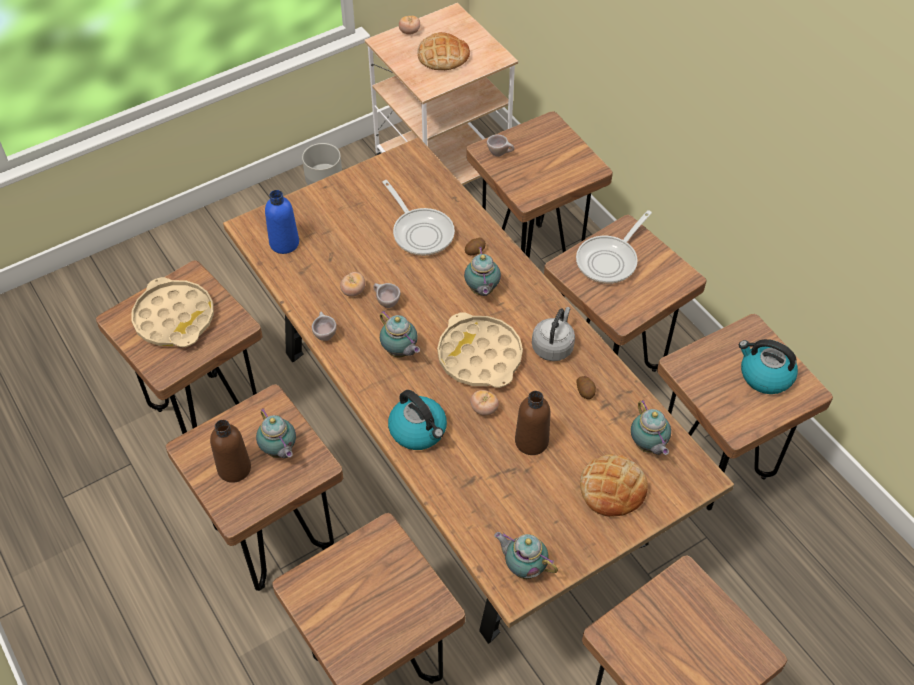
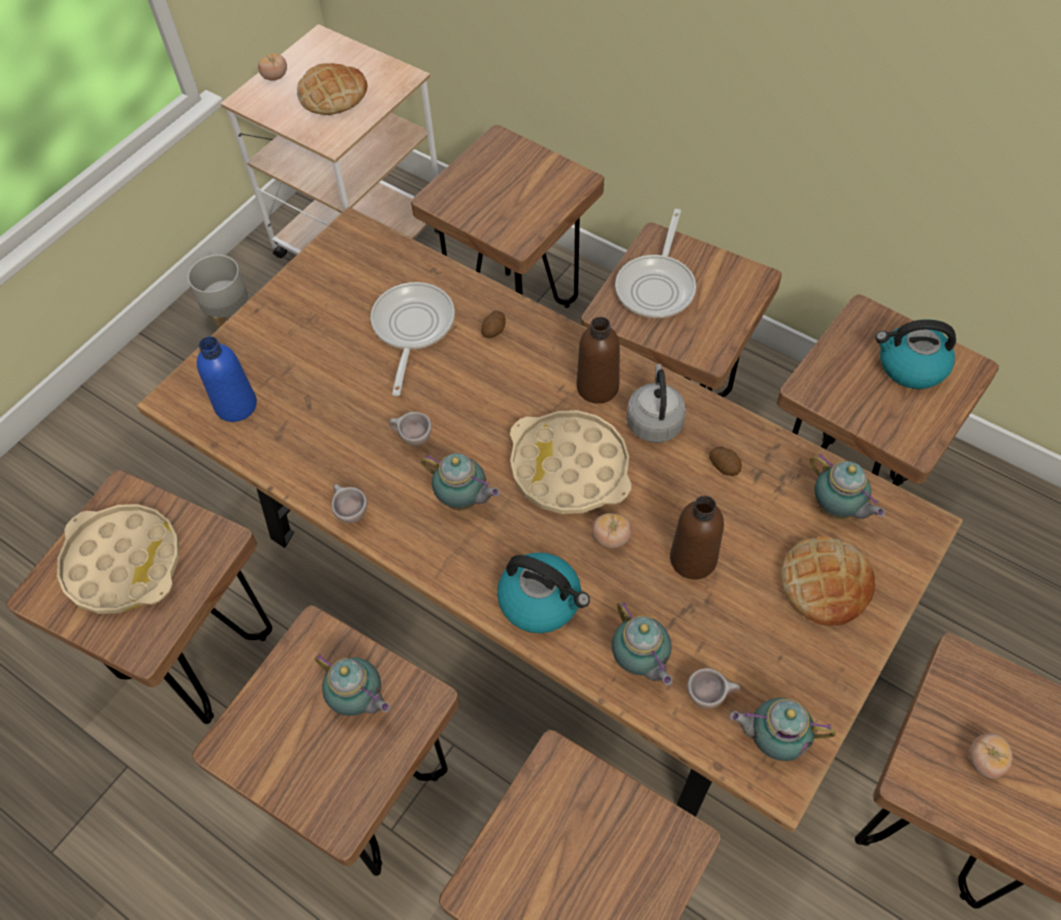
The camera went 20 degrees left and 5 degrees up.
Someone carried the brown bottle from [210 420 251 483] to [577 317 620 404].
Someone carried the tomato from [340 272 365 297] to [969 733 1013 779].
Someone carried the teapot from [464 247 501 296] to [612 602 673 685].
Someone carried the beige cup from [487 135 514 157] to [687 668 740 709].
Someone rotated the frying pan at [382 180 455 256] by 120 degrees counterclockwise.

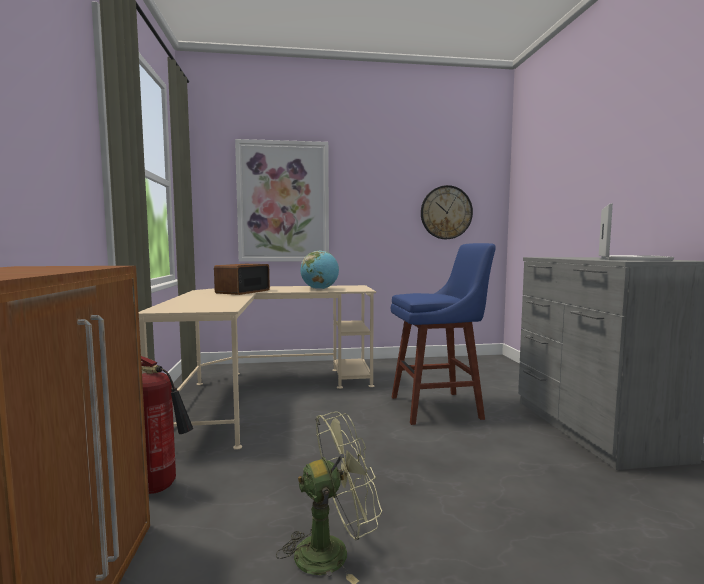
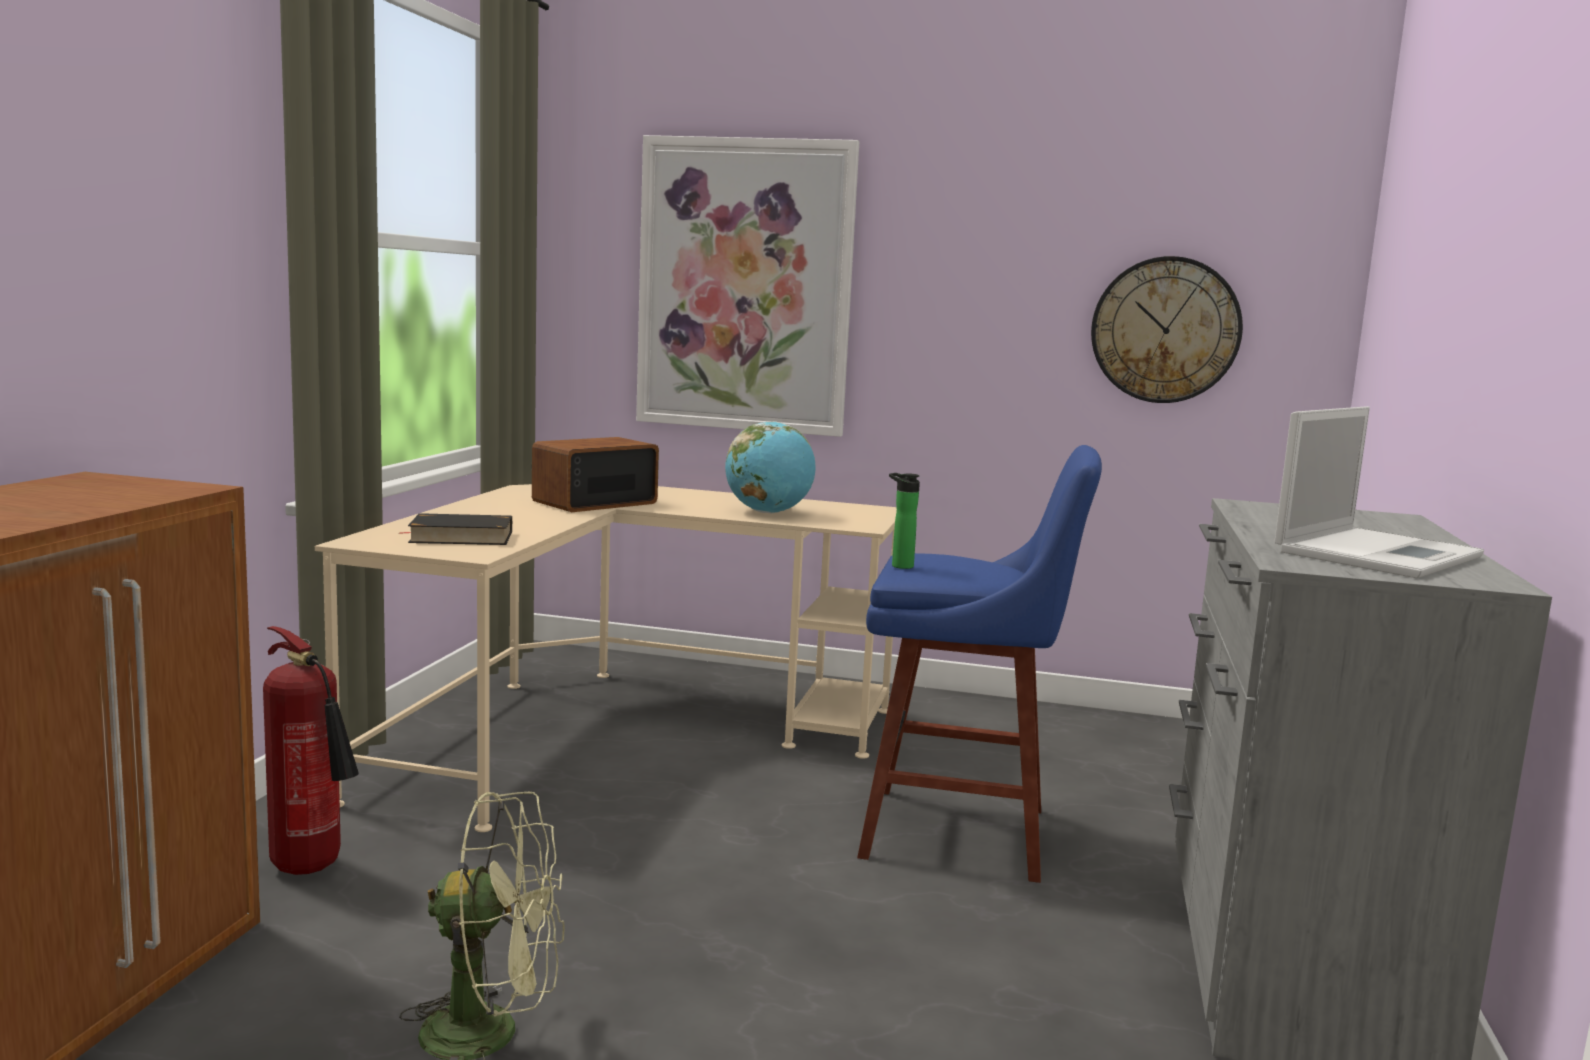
The camera went 20 degrees right and 5 degrees up.
Someone put down the black book at [400 513 512 545].
Someone put down the bottle at [889 473 920 569].

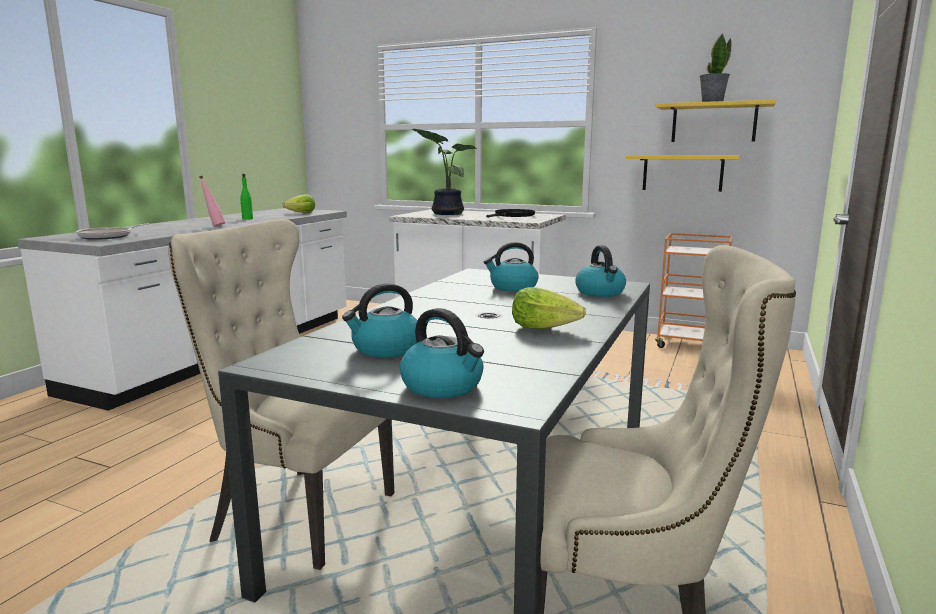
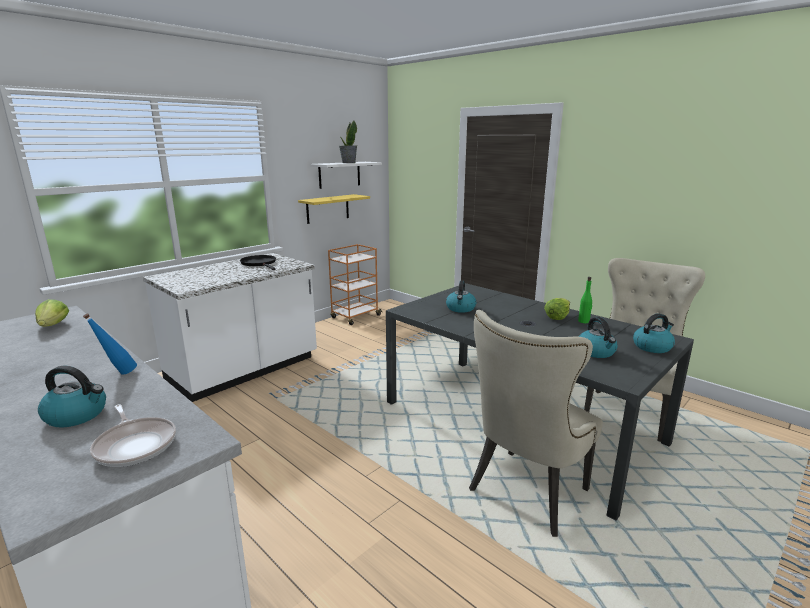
The camera went 70 degrees left and 5 degrees up.
Someone took away the potted plant at [411 128 477 215].
Someone carried the green bottle from [240 174 253 220] to [578 277 592 323].
Someone carried the kettle from [575 245 626 297] to [38 366 106 427].
Someone repainted the pink bottle at [199 176 226 226], which became the blue bottle at [83 313 137 375].
Someone repainted the yellow shelf at [655 100 776 142], which became the white shelf at [311 162 382 189].

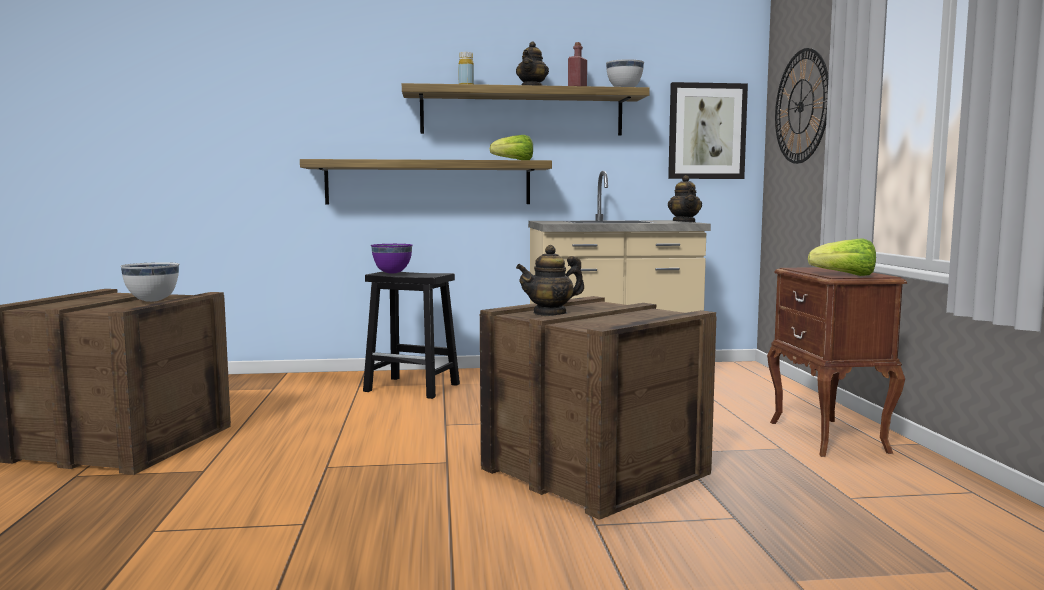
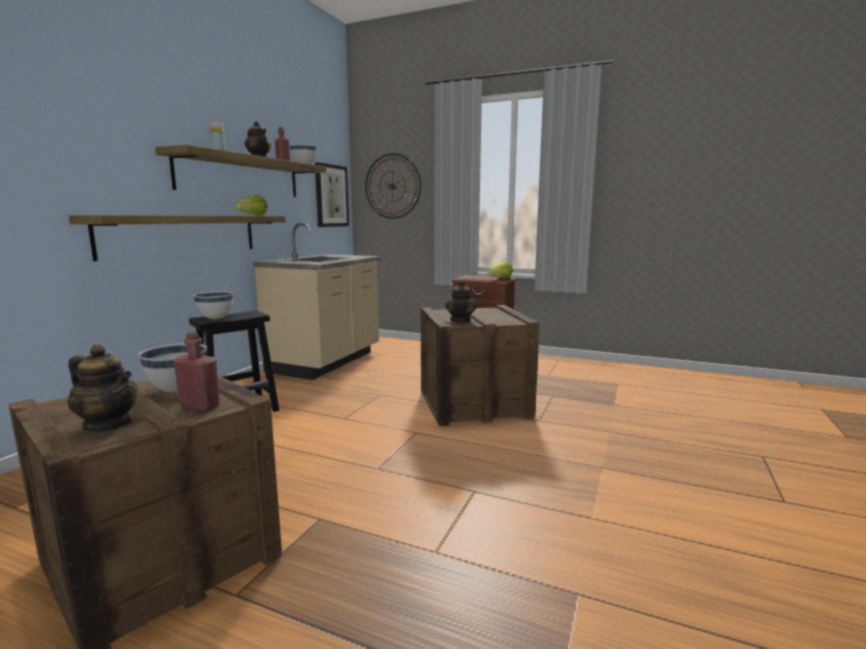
The camera went 60 degrees left and 5 degrees up.
Someone put down the red bottle at [174 332 220 412].
Someone carried the teapot from [668 175 702 223] to [68 344 138 432].
Someone repainted the purple bowl at [371 244 412 274], which became the white bowl at [193 291 233 319].

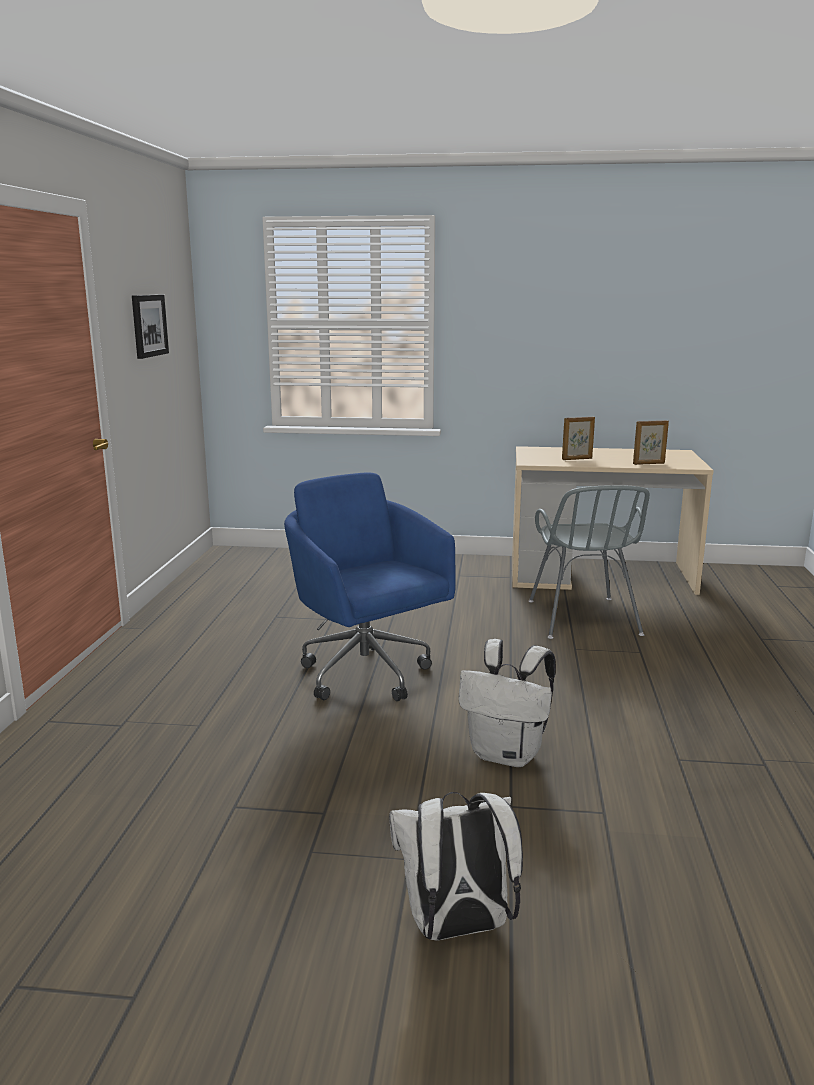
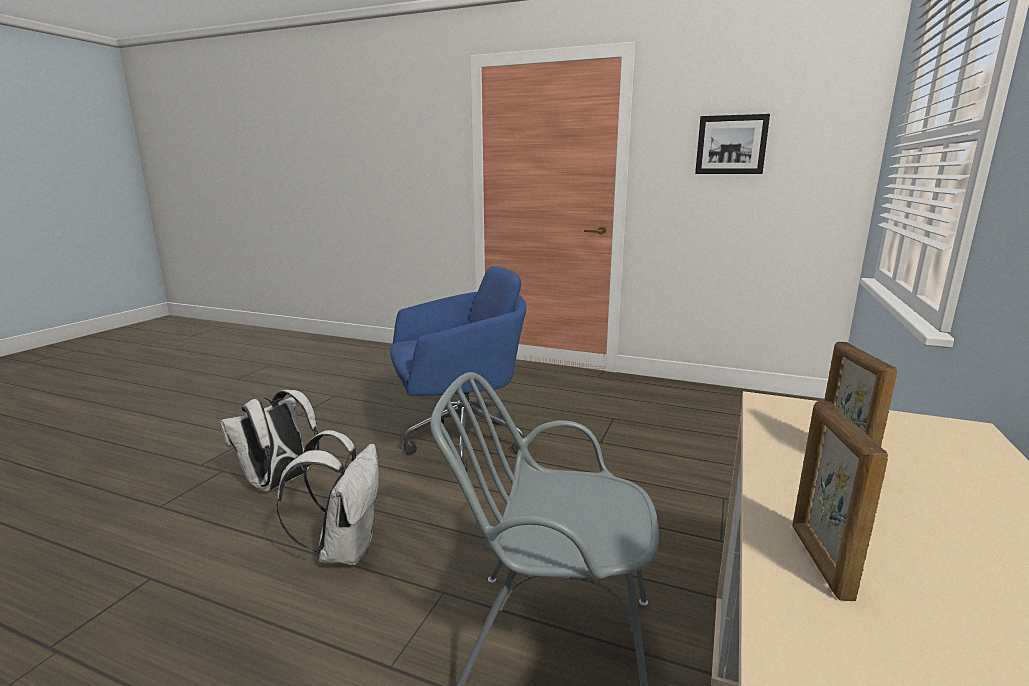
The camera went 105 degrees right and 0 degrees up.
Someone carried the white backpack from [389 792 523 940] to [276 430 379 565].

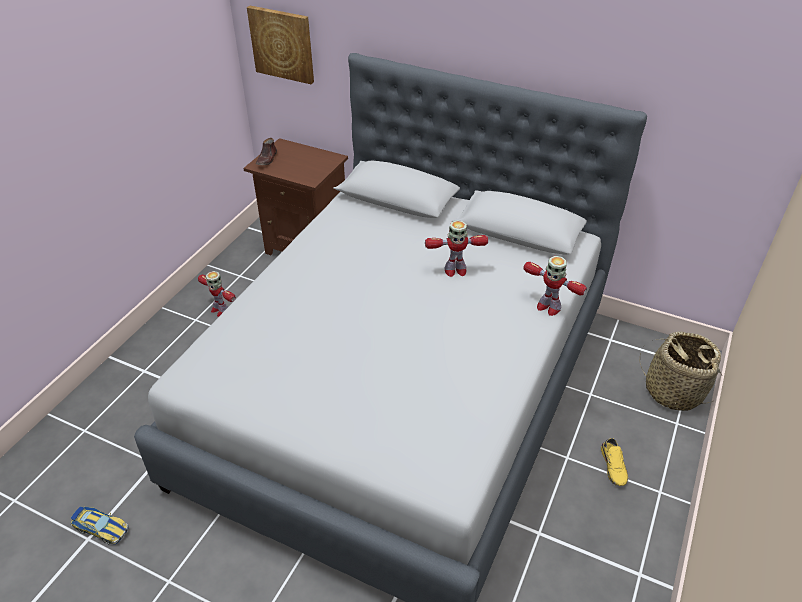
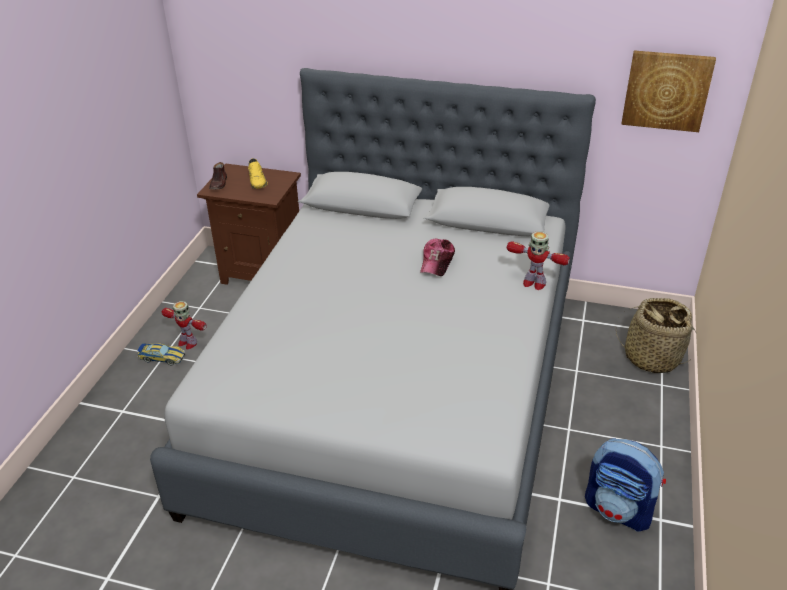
The camera went 10 degrees left and 5 degrees down.
Someone put down the backpack at [585 438 666 532].
Someone carried the toy car from [71 506 129 545] to [137 343 185 366].
Someone carried the picture from [247 6 314 84] to [621 50 716 132].
Someone carried the yellow shoe from [601 438 628 486] to [248 158 268 189].
Someone swapped the toy robot at [425 220 488 277] for the cap at [420 239 455 276].

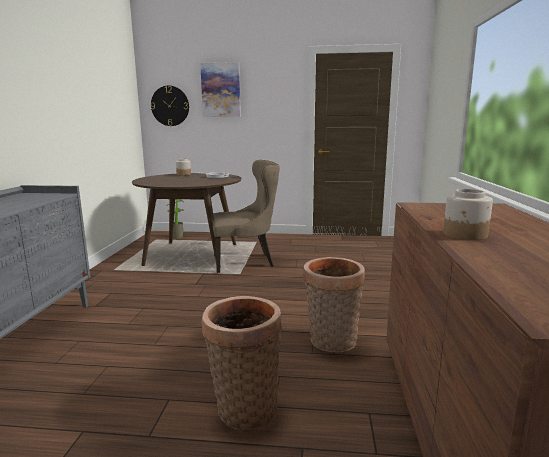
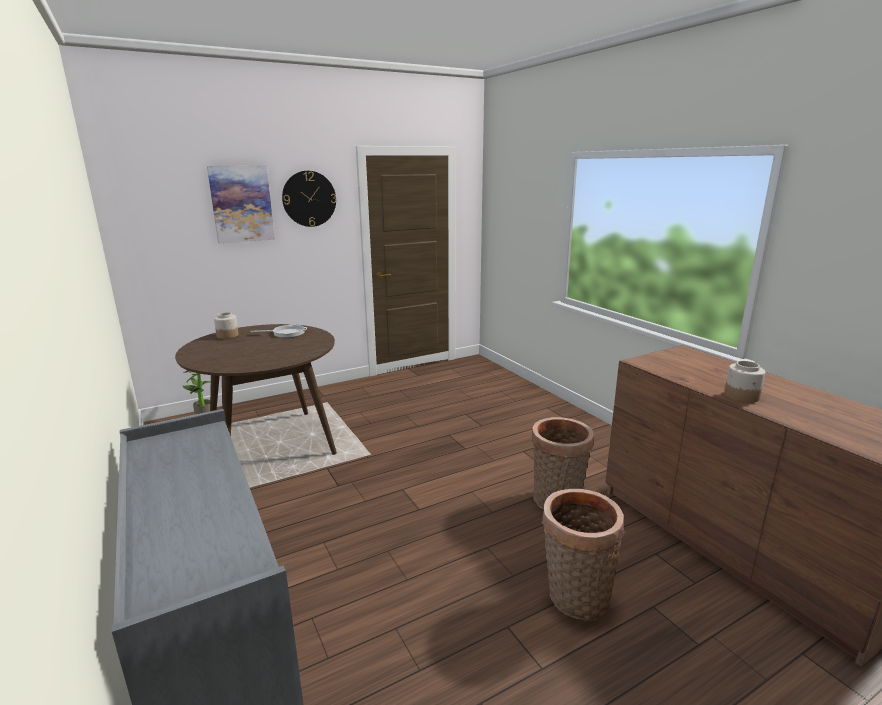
The camera went 35 degrees left and 5 degrees up.
Someone took away the beige chair at [213 160 280 273].
Someone carried the wall clock from [151 85 189 126] to [282 171 336 227].

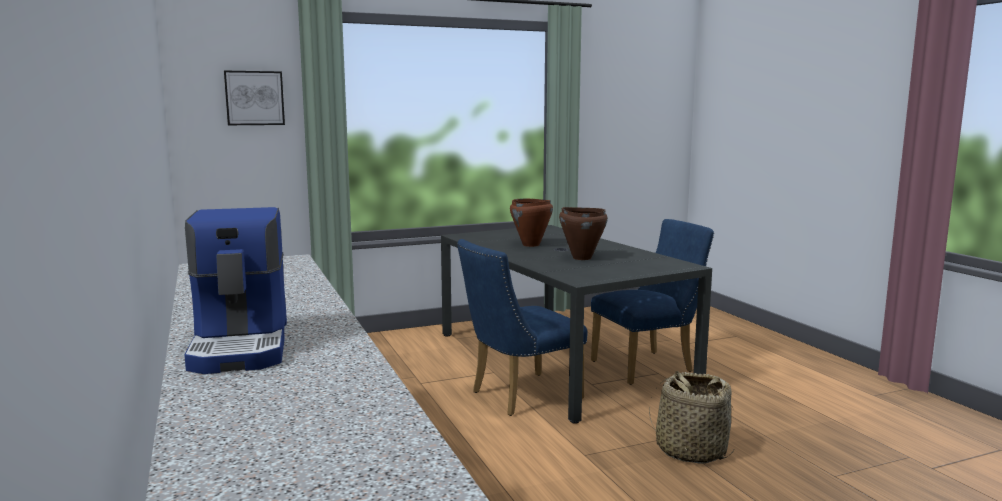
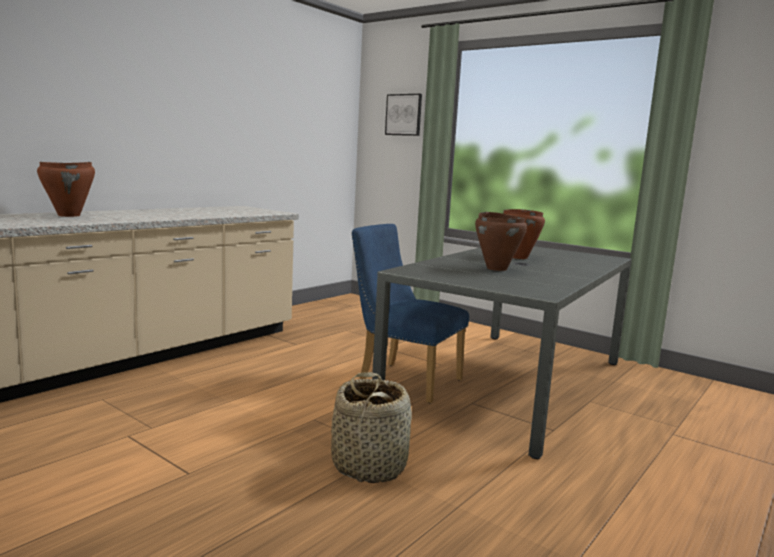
The camera went 60 degrees right and 0 degrees up.
Someone took away the blue chair at [591 219 714 385].
Someone swapped the coffee machine at [184 207 287 374] for the brown cooking pot at [37 162 95 217].

